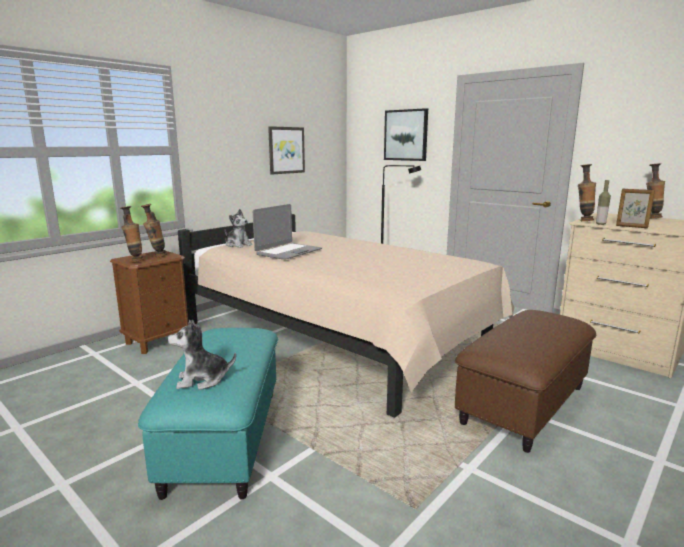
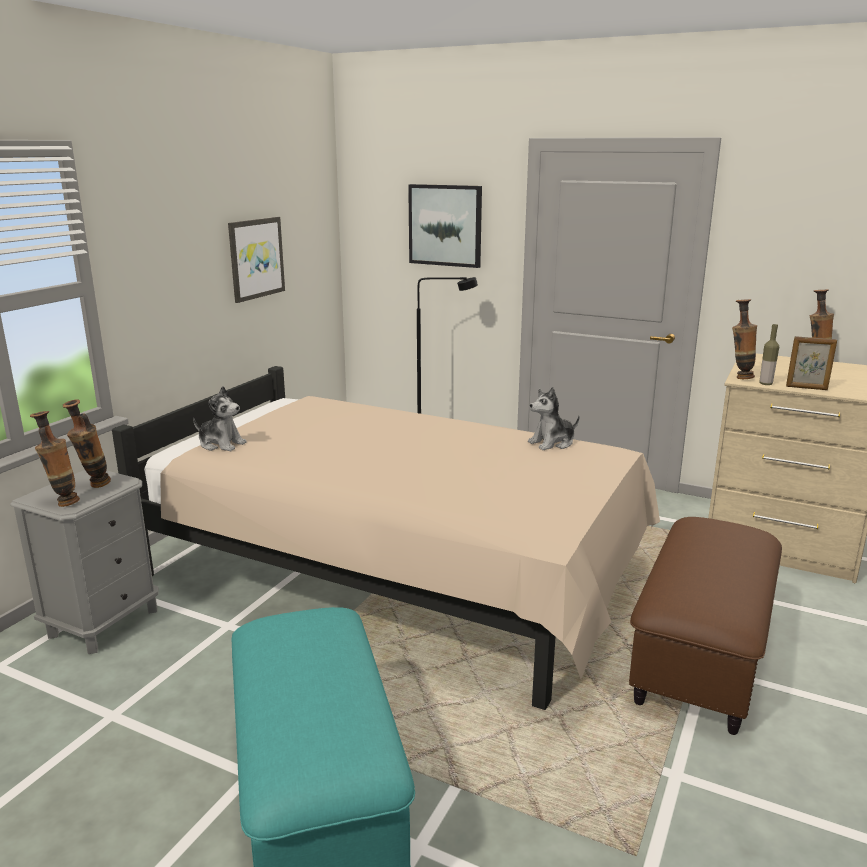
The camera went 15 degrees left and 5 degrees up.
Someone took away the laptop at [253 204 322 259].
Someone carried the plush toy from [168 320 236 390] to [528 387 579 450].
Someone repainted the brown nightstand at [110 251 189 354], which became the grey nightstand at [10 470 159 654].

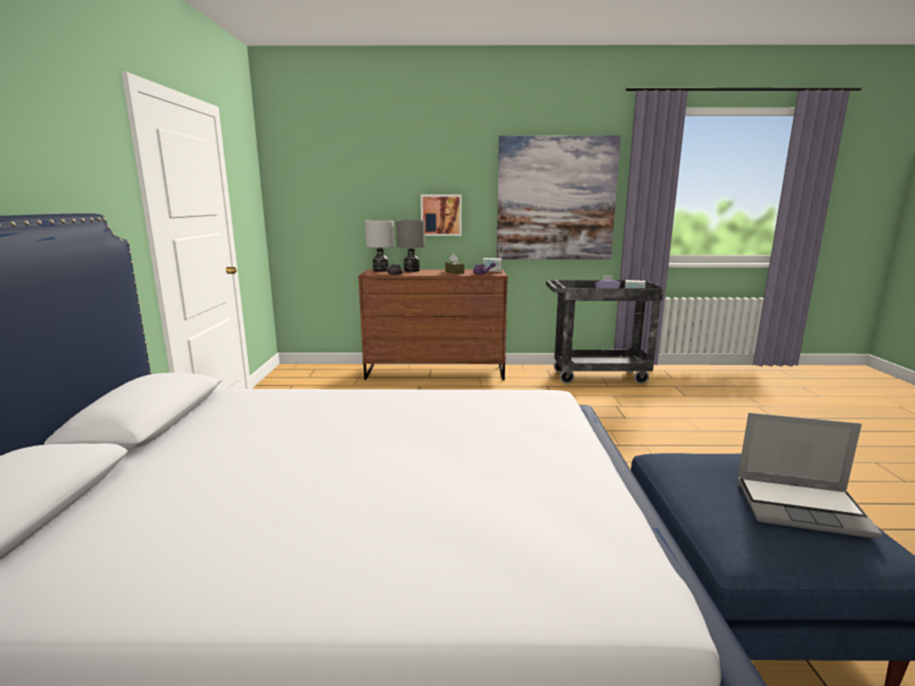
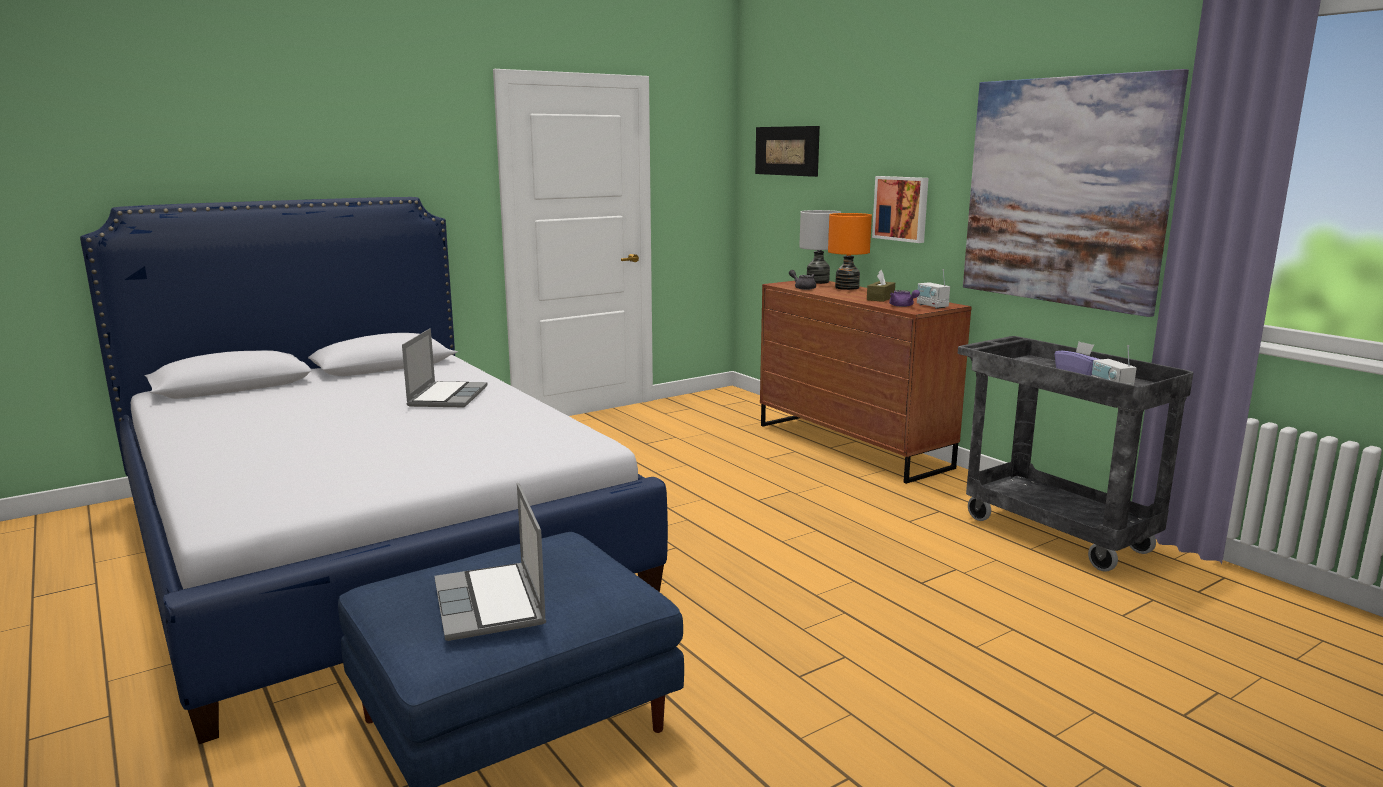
The camera went 55 degrees right and 0 degrees up.
Someone put down the laptop at [402 328 487 407].
Someone put up the picture at [755 126 820 177].
Someone repainted the grey table lamp at [396 220 425 272], which became the orange table lamp at [828 213 872 290].

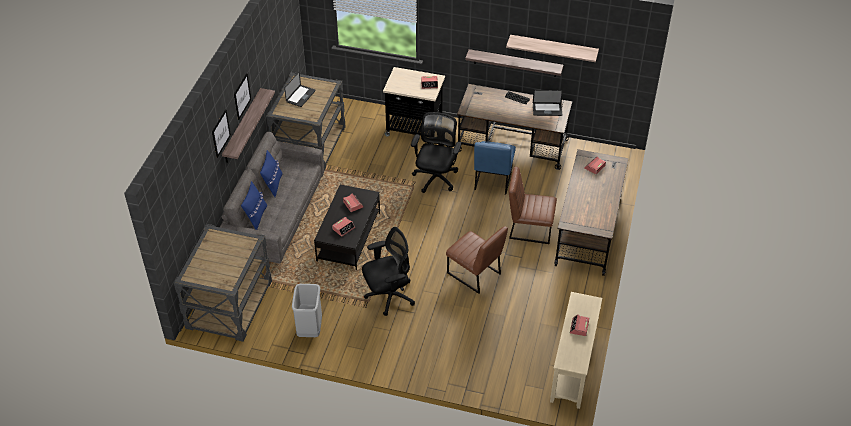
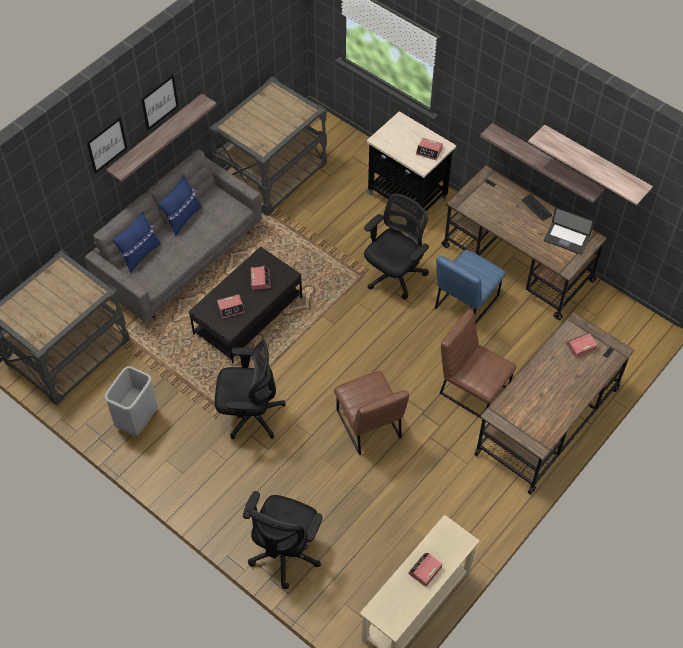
The camera went 25 degrees right and 10 degrees up.
Someone took away the laptop at [284 72 316 107].
Someone put down the black office chair at [243 491 323 589].

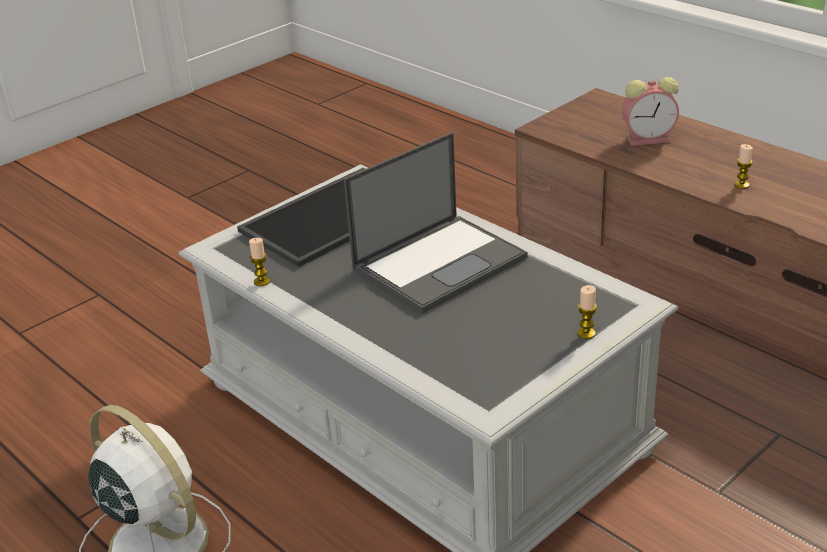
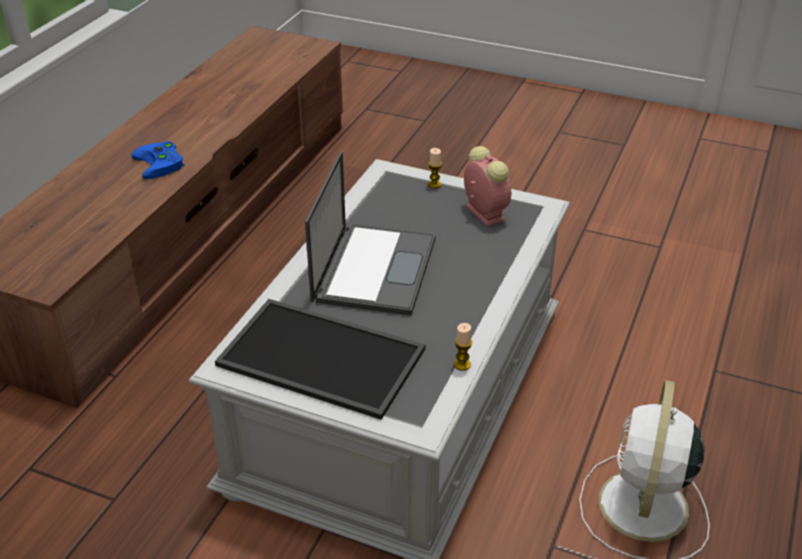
The camera went 115 degrees left and 5 degrees up.
Someone carried the alarm clock from [622 77 679 146] to [464 146 511 226].
Someone swapped the candle at [734 144 753 189] for the blue game controller at [131 141 185 179].
Someone rotated the laptop at [344 132 527 313] by 75 degrees clockwise.

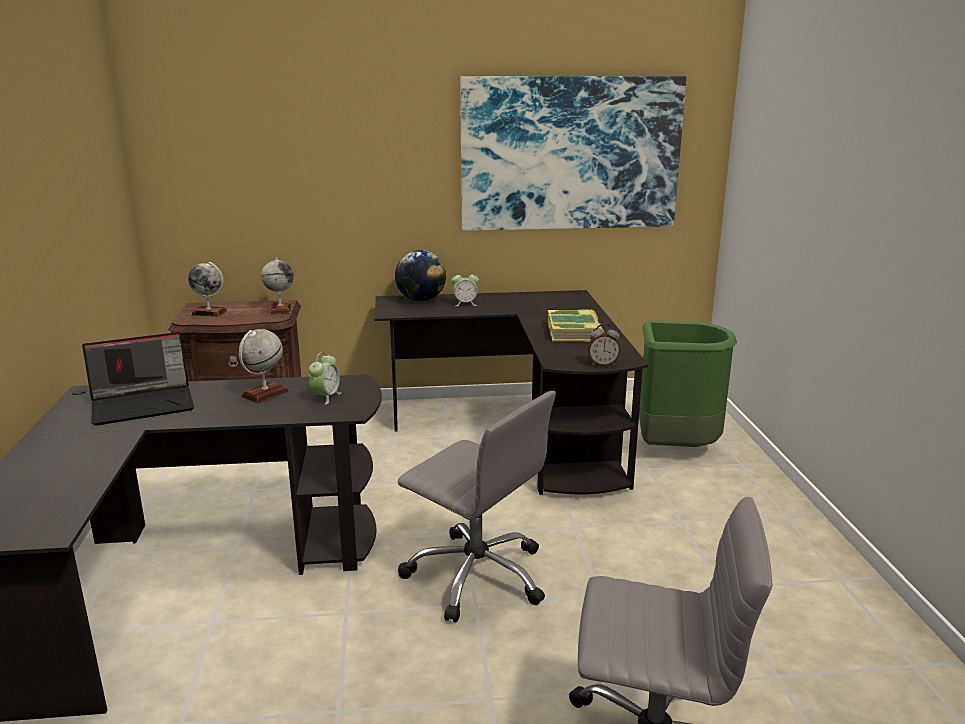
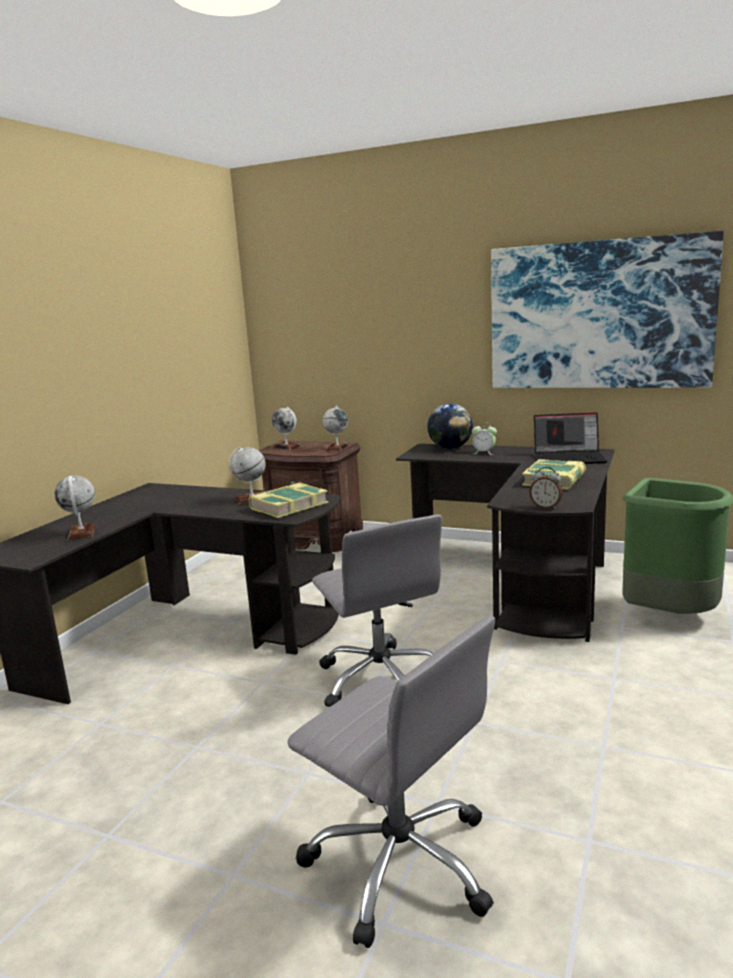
The camera went 30 degrees right and 5 degrees down.
Someone put down the globe at [54 475 95 540].
Someone carried the laptop from [82 332 194 426] to [534 412 608 464].
Someone swapped the alarm clock at [309 352 341 405] for the book at [249 482 329 518].

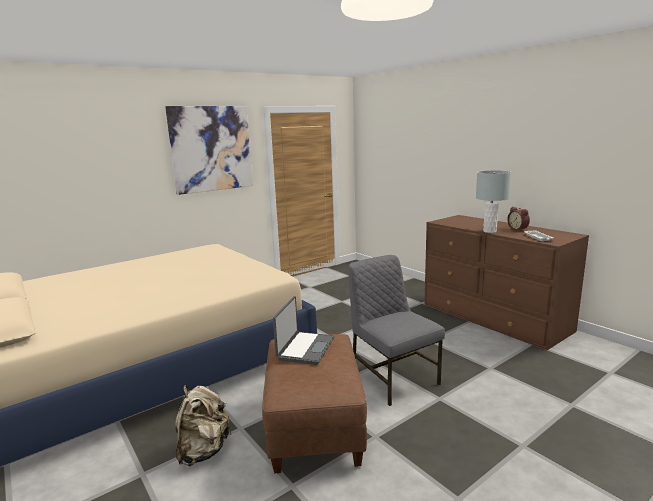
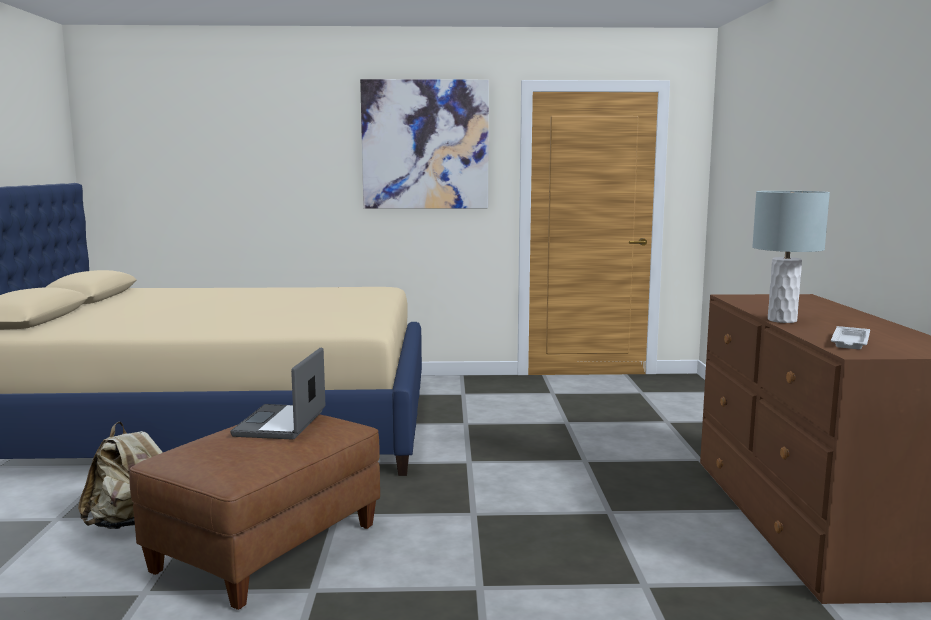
The camera went 35 degrees right and 5 degrees down.
Someone took away the grey chair at [348 255 445 406].
Someone took away the alarm clock at [507 207 530 231].
Someone rotated the laptop at [273 296 334 365] by 135 degrees clockwise.

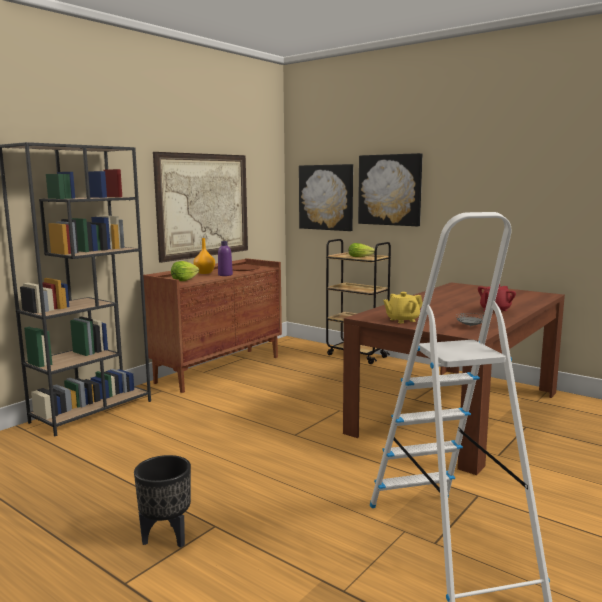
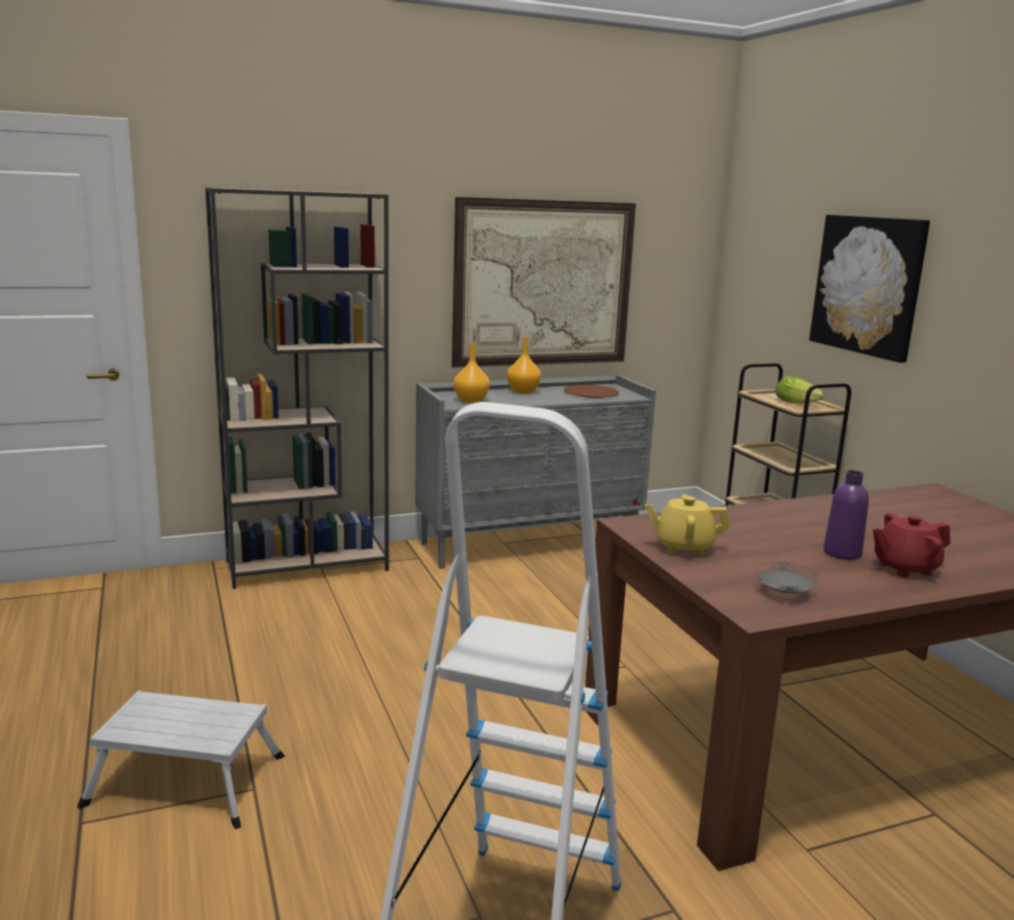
The camera went 30 degrees right and 5 degrees up.
Someone took away the picture at [299 164 353 231].
Someone carried the purple bottle from [218 241 233 276] to [823 470 869 560].
Someone swapped the black planter at [134 455 191 548] for the white step ladder at [77 690 285 829].
Someone swapped the lettuce at [171 261 199 281] for the orange vase at [454 343 490 403].
Someone repainted the brown cabinet at [143 258 282 393], which became the grey cabinet at [415 375 656 569].

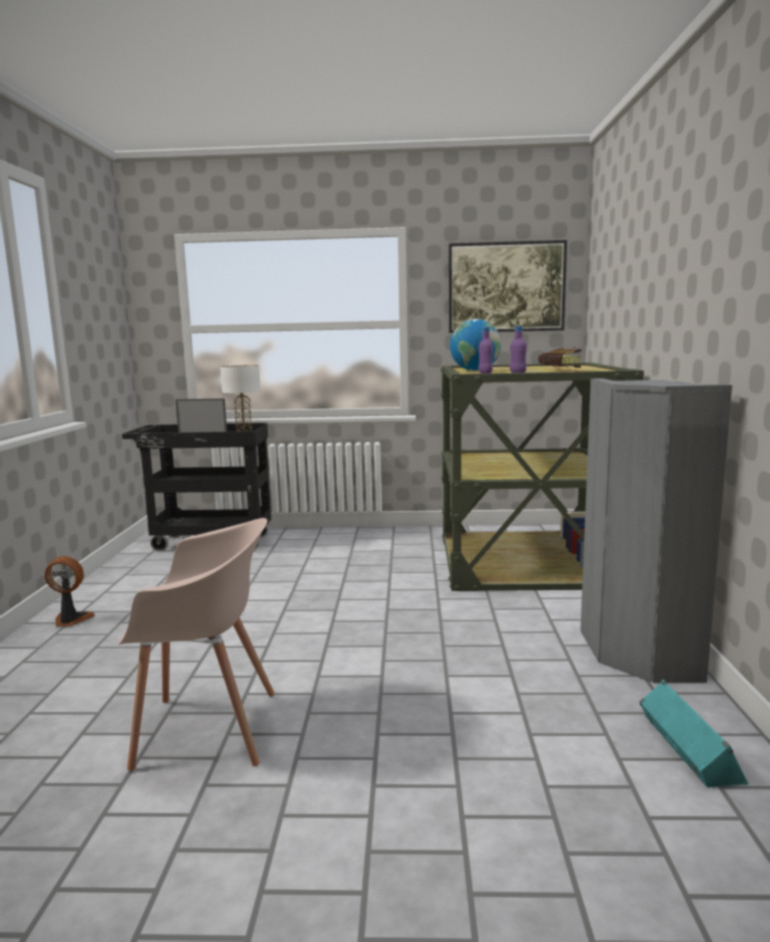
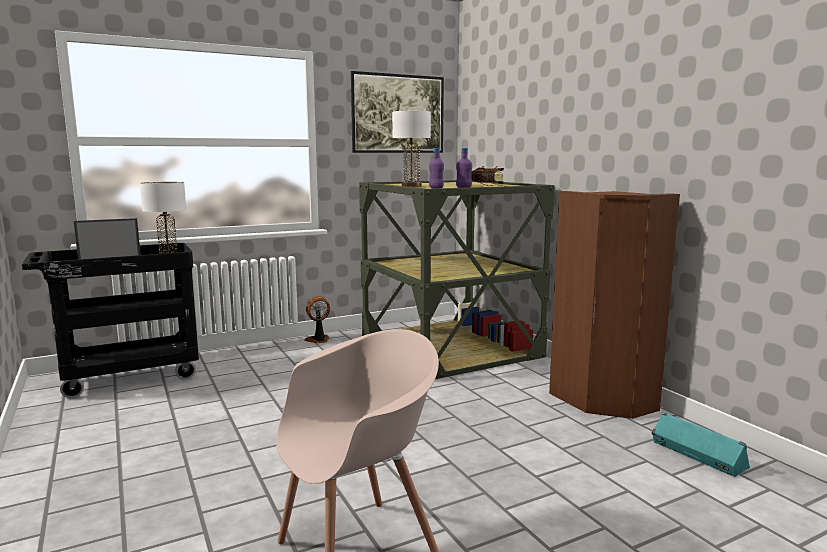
The camera went 30 degrees left and 0 degrees up.
Someone carried the fan from [45 556 95 626] to [305 296 330 343].
Someone swapped the globe at [450 319 501 371] for the table lamp at [392 111 431 187].
Someone repainted the grey cabinet at [580 378 732 683], which became the brown cabinet at [549 191 680 419].

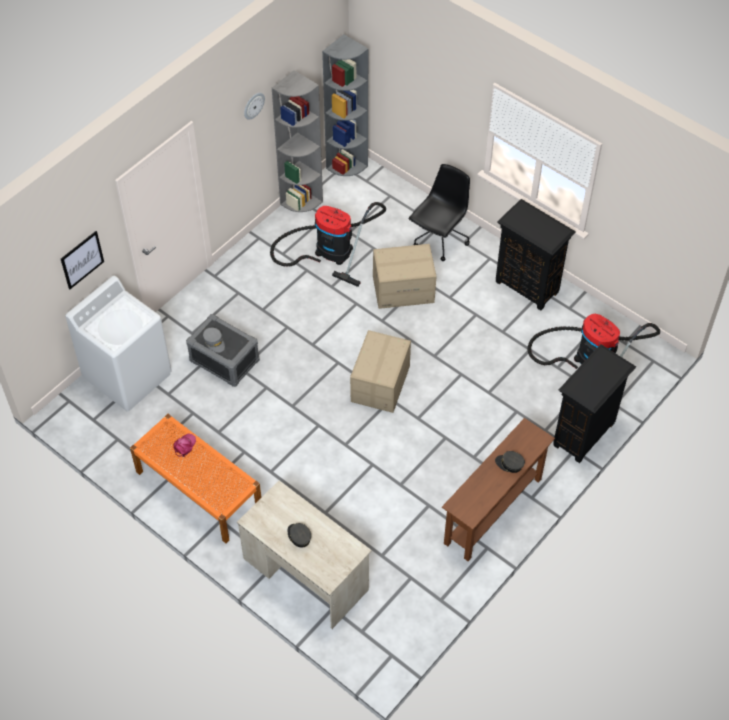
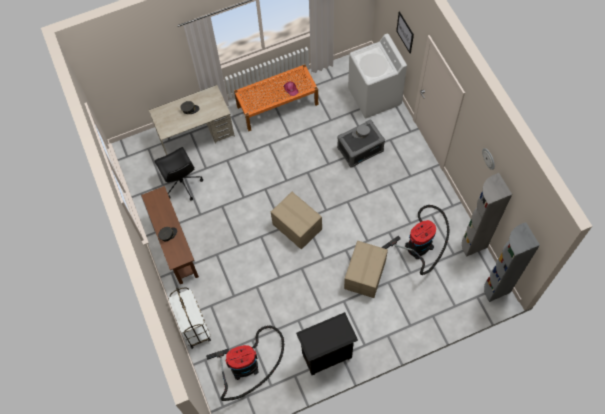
The camera went 120 degrees right and 10 degrees up.
Someone carried the black office chair from [409 164 470 261] to [154 147 203 201].
Someone swapped the black cabinet at [553 344 636 463] for the white cart at [169 288 211 349].

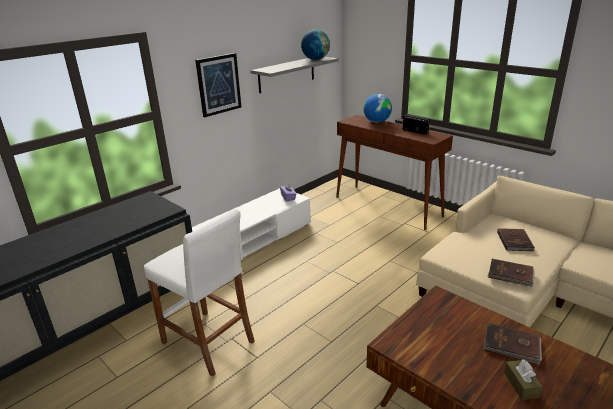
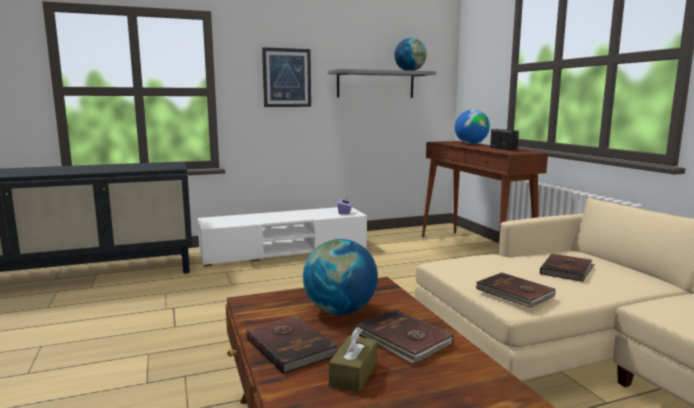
The camera went 25 degrees right and 15 degrees down.
Someone took away the white stool at [144 209 255 377].
Someone put down the brown book at [246 316 339 374].
Someone put down the globe at [303 239 378 315].

